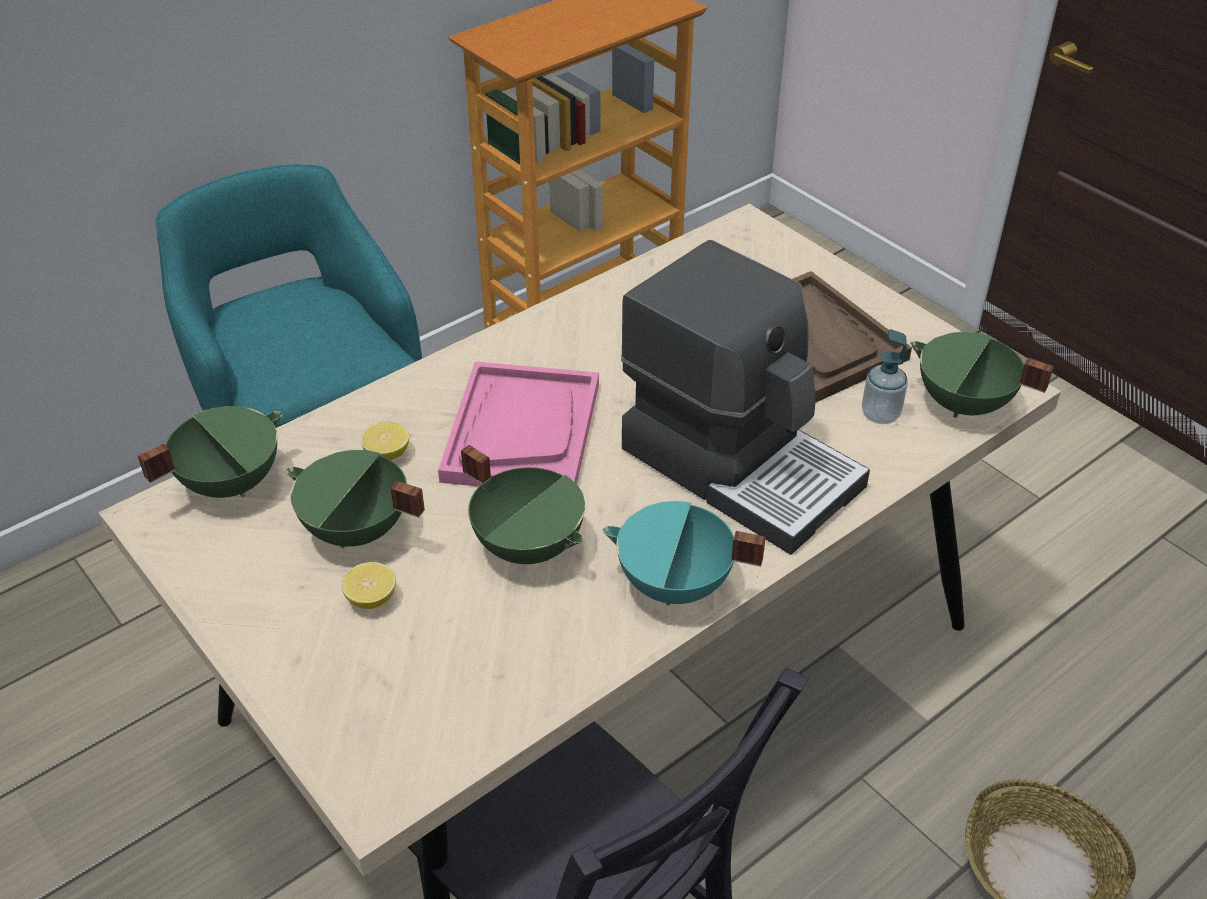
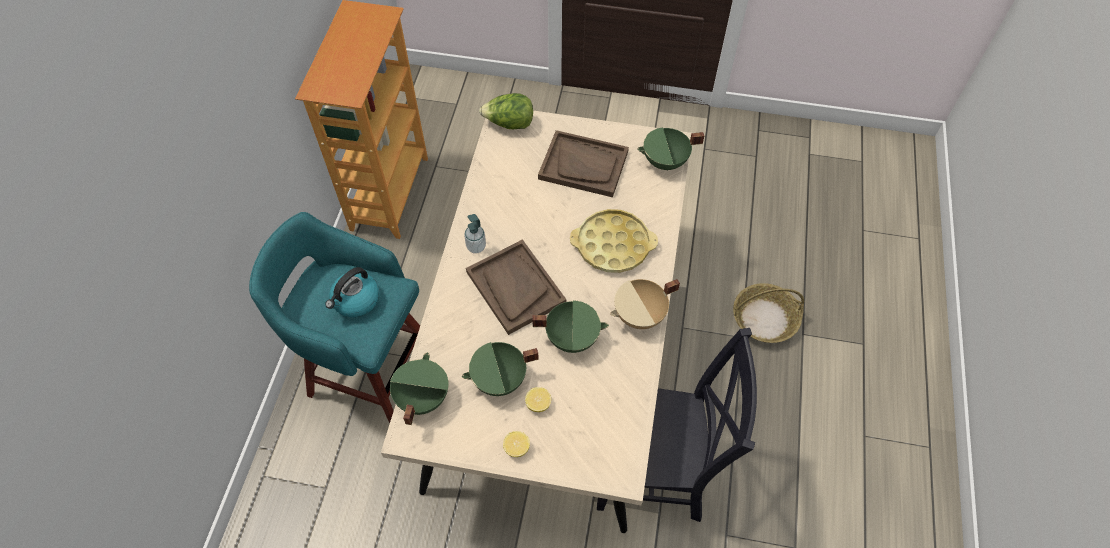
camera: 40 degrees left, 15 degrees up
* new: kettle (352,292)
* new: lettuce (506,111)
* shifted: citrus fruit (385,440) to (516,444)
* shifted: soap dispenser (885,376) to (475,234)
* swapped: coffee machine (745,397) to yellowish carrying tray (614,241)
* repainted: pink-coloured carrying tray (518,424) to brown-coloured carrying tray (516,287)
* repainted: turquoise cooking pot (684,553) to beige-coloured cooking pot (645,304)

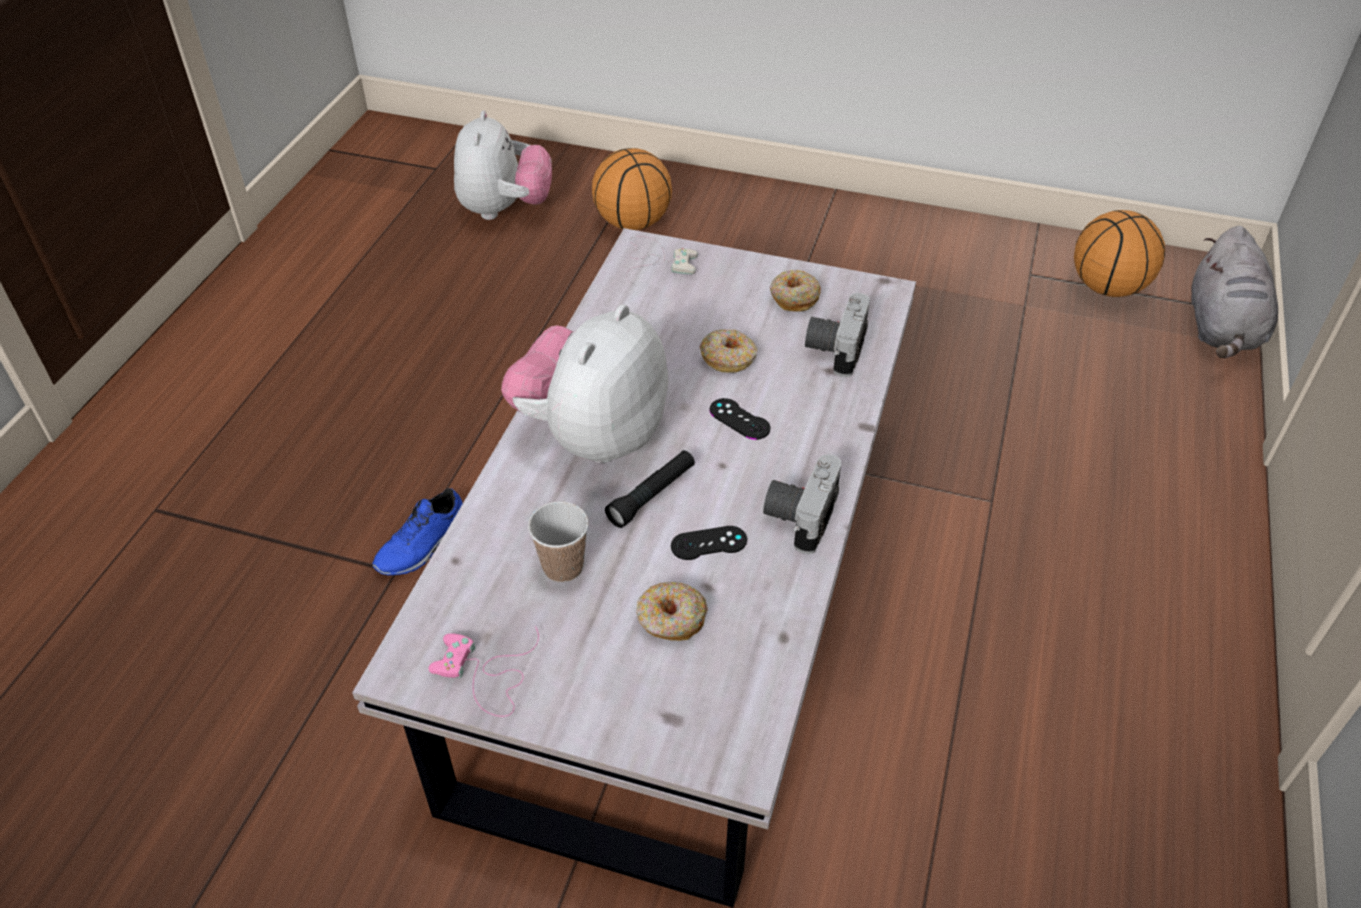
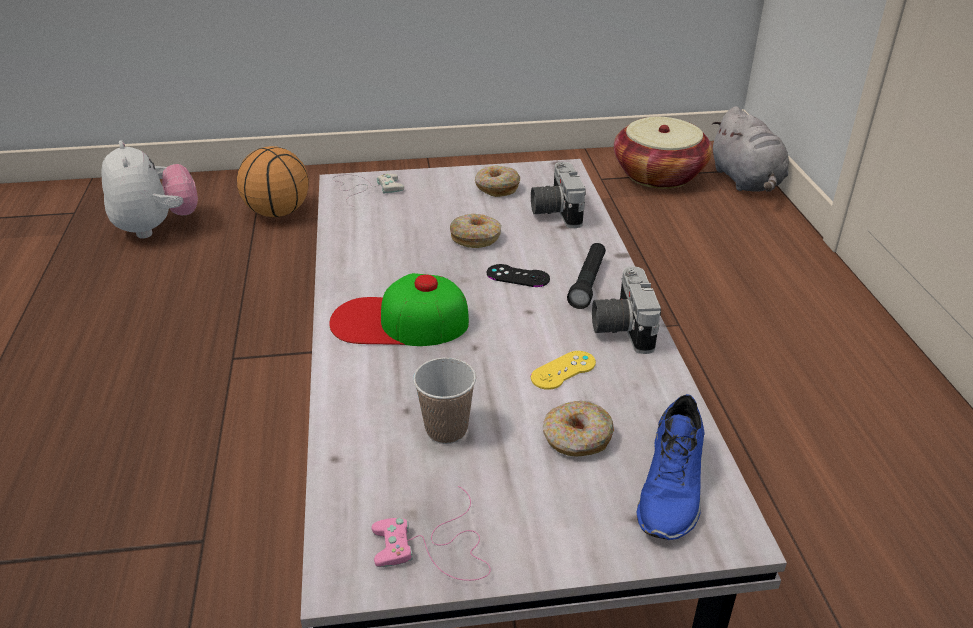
camera: 25 degrees left, 10 degrees down
* shifted: bluish item of footwear (417,531) to (670,467)
* shifted: black flashlight (650,489) to (586,276)
* swapped: cuddly toy (584,383) to baseball cap (399,309)
* swapped: ball for basketball (1119,253) to household basket (663,153)
* repainted: black joypad (709,543) to yellowish joypad (563,370)

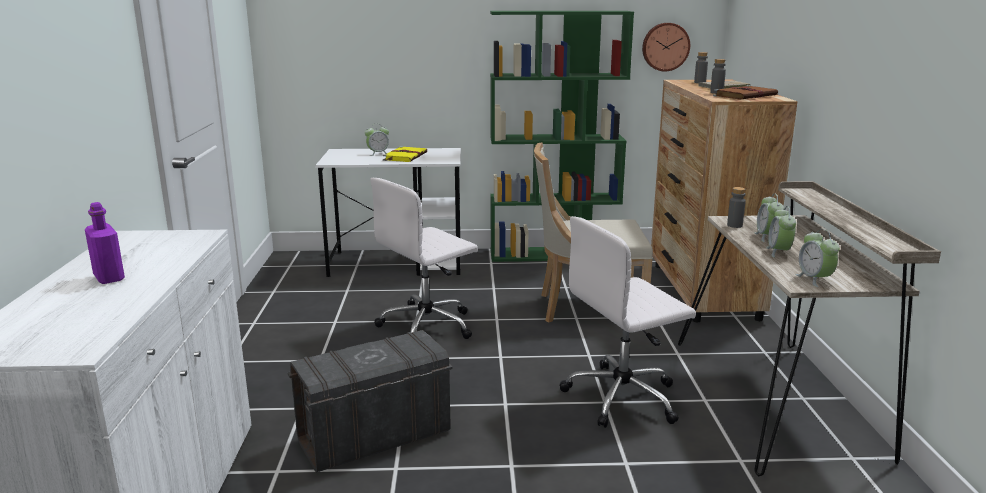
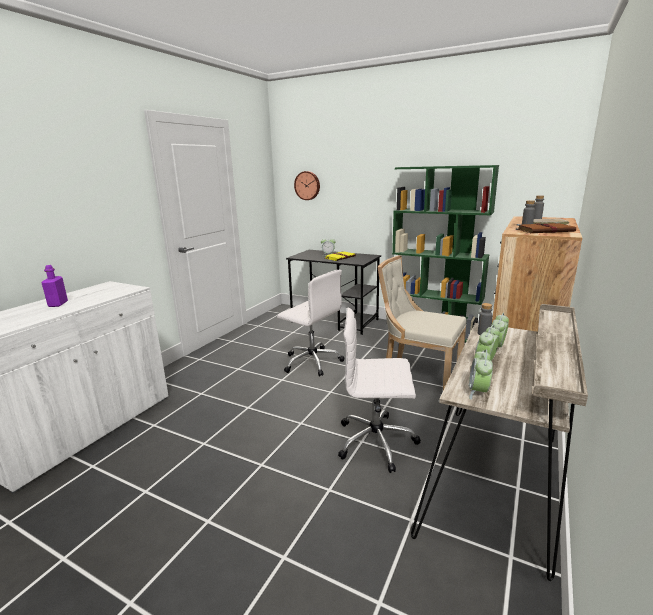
camera: 30 degrees right, 0 degrees up
* gone: gray storage container (370,401)
* shifted: wall clock (666,47) to (307,185)
* repainted: white desk unit (388,212) to black desk unit (333,292)
* rotated: white desk chair (424,258) = (310,323) 135 degrees counterclockwise

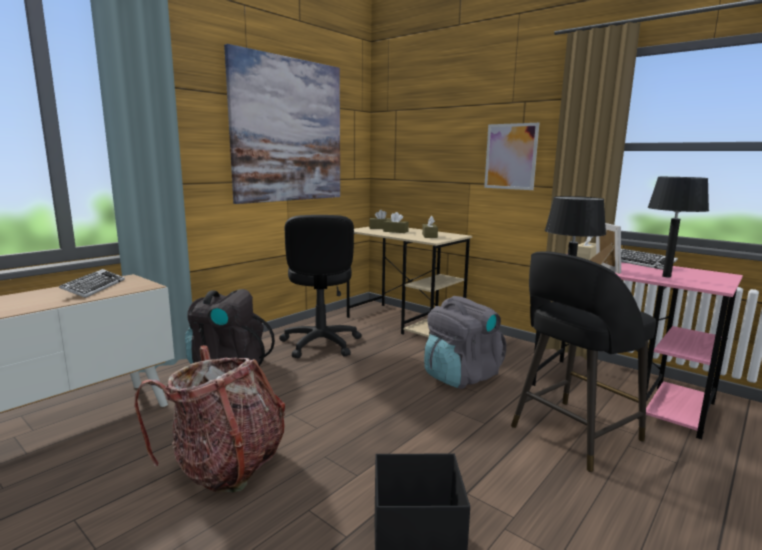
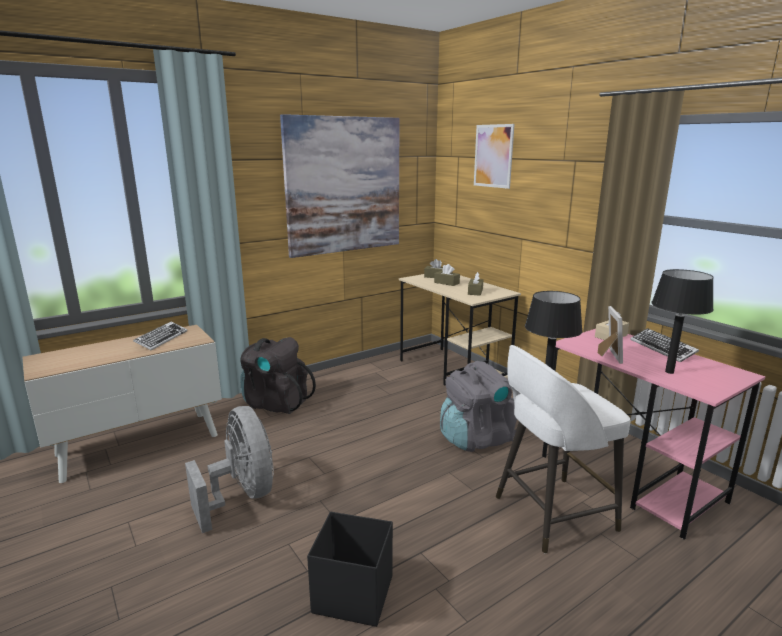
camera: 15 degrees right, 5 degrees up
* gone: black desk chair (320,286)
* shifted: wall art (511,156) to (494,156)
* swapped: rucksack (210,419) to gray electric fan (229,469)
* repainted: black stool (583,361) to white stool (563,449)

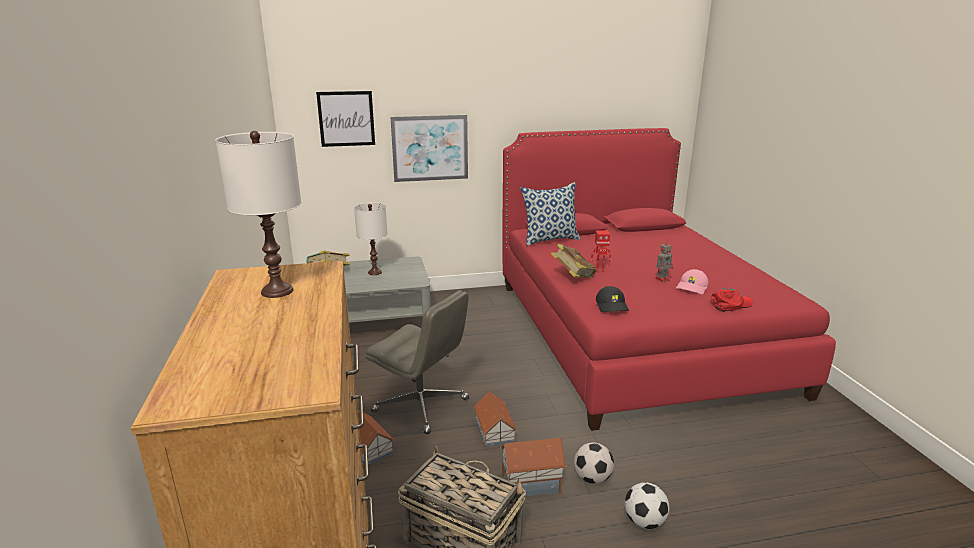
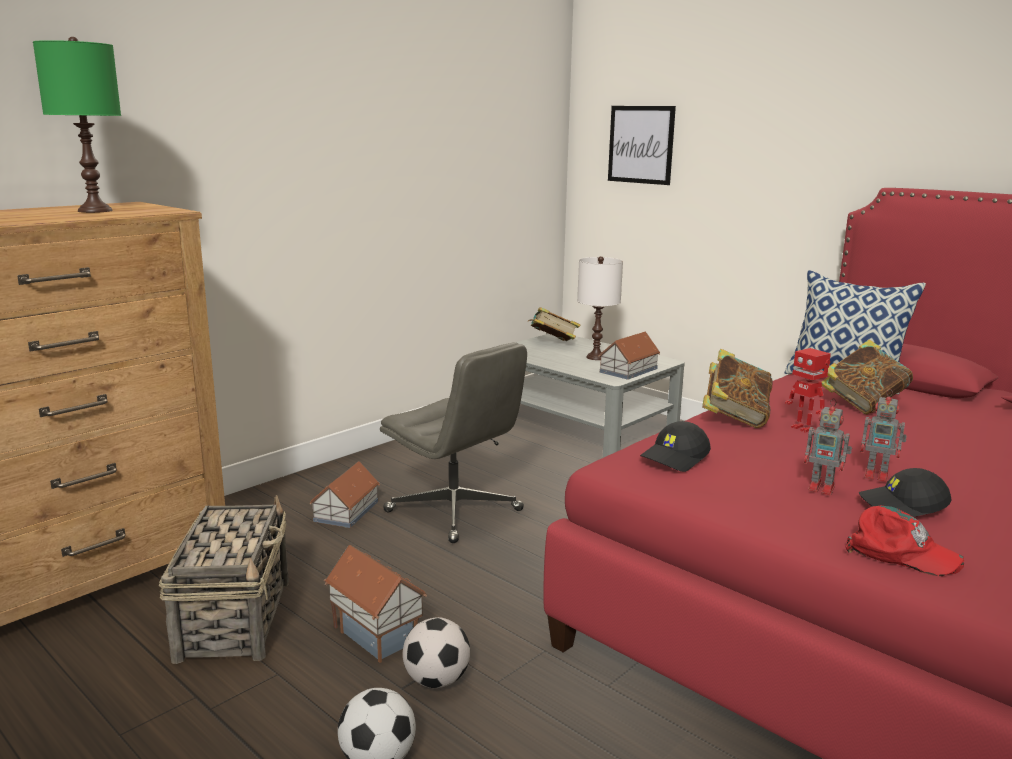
camera: 55 degrees right, 5 degrees down
* gone: wall art (429,148)
* new: model robot (828,446)
* new: volume (867,377)
* shifted: model house (495,419) to (629,356)
* repainted: white table lamp (258,214) to greenish table lamp (77,125)
* repainted: pink-coloured baseball cap (692,281) to black baseball cap (905,492)
* rotated: gray desk chair (417,362) = (453,442) 45 degrees counterclockwise

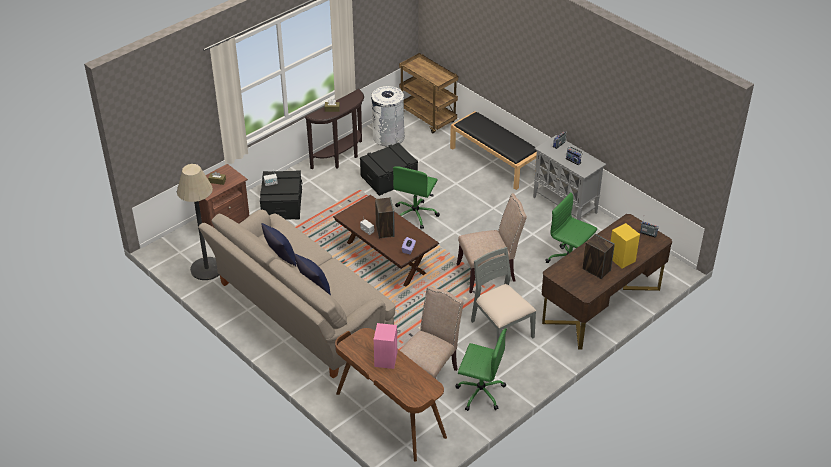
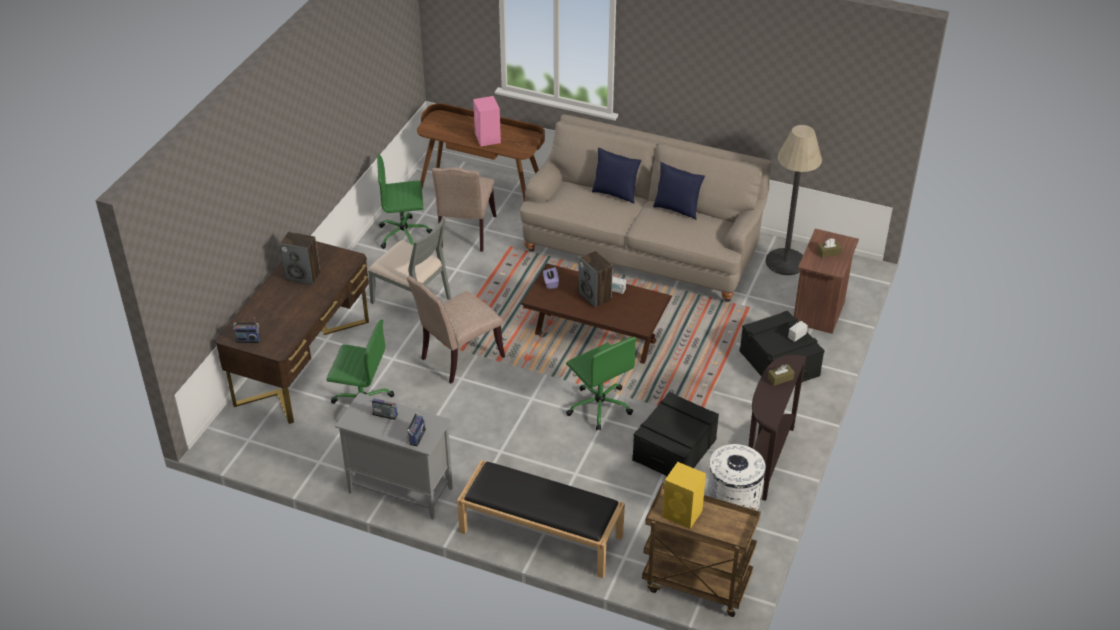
camera: 155 degrees right, 0 degrees up
* shifted: yellowish speaker (625,246) to (684,495)
* rotated: greenish desk chair (416,197) = (601,384) 150 degrees clockwise

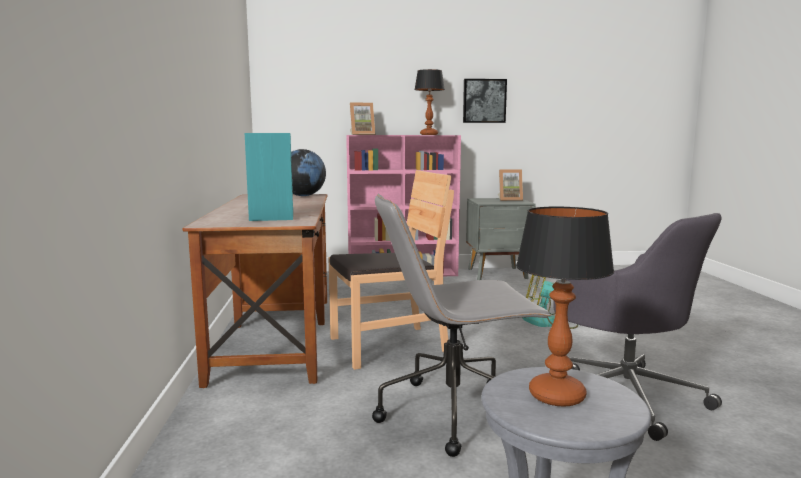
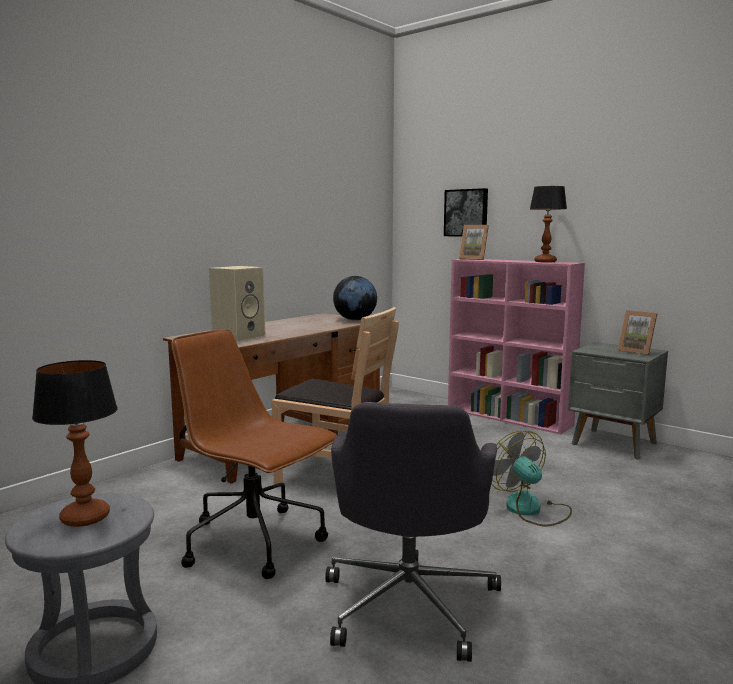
camera: 45 degrees right, 0 degrees up
* shifted: wall art (485,101) to (466,212)
* repainted: turquoise speaker (269,177) to beige-coloured speaker (237,304)
* repainted: gray desk chair (462,325) to brown-coloured desk chair (254,454)

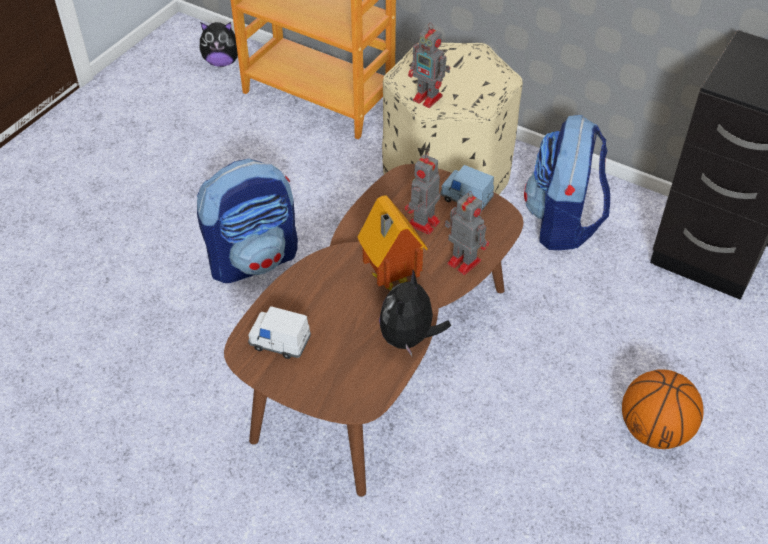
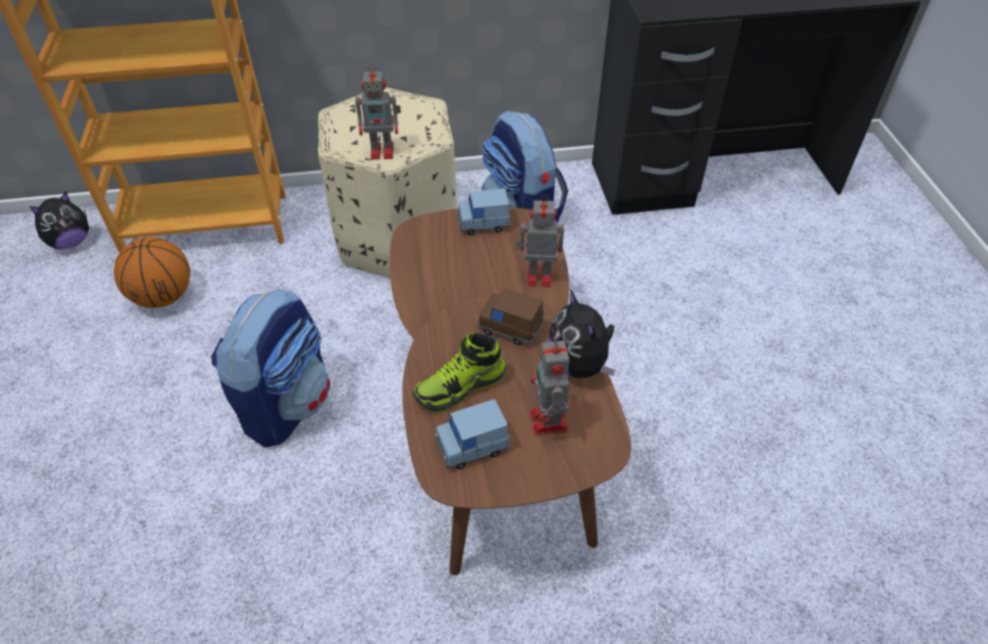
camera: 40 degrees left, 0 degrees up
* new: item of footwear (459,373)
* shifted: model robot (423,193) to (549,387)
* shifted: ball for basketball (663,409) to (152,272)
* swapped: model house (393,243) to brown-coloured miniature car (511,316)
* repainted: white miniature car (279,332) to bluish miniature car (472,434)

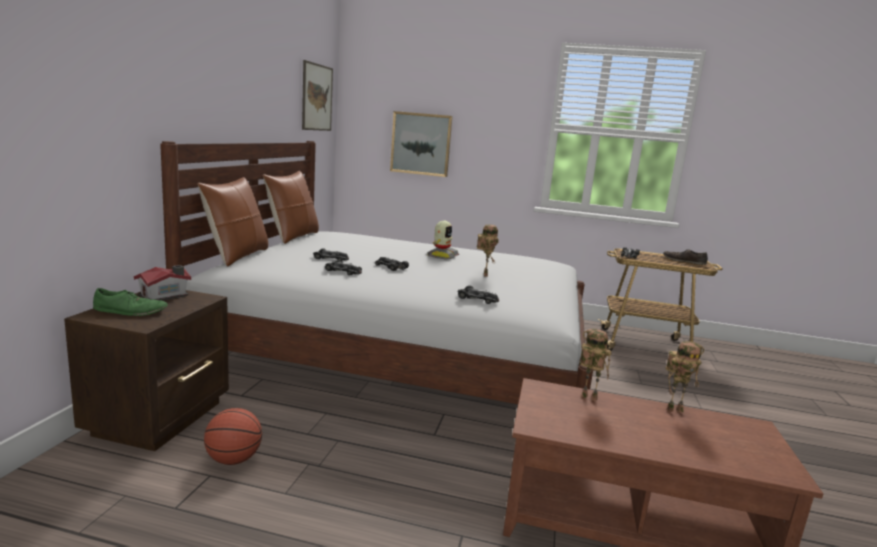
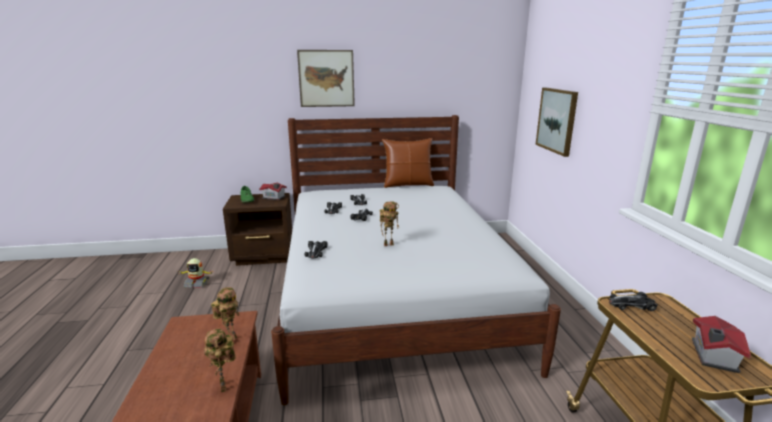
camera: 70 degrees right, 5 degrees up
* gone: brown-coloured cushion (233,222)
* gone: ball for basketball (233,436)
* shifted: wall art (317,95) to (326,78)
* shifted: model robot (443,240) to (196,273)
* swapped: brown-coloured item of footwear (685,257) to model house (721,344)

